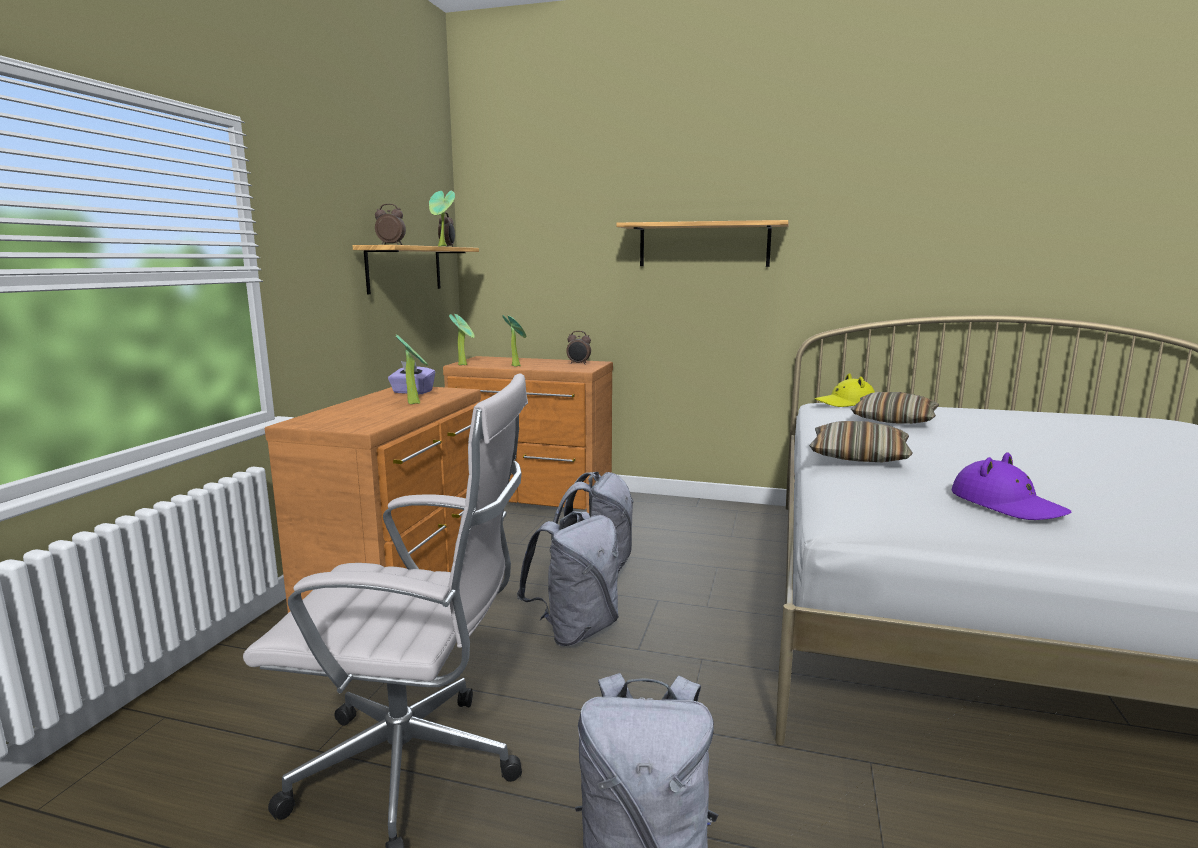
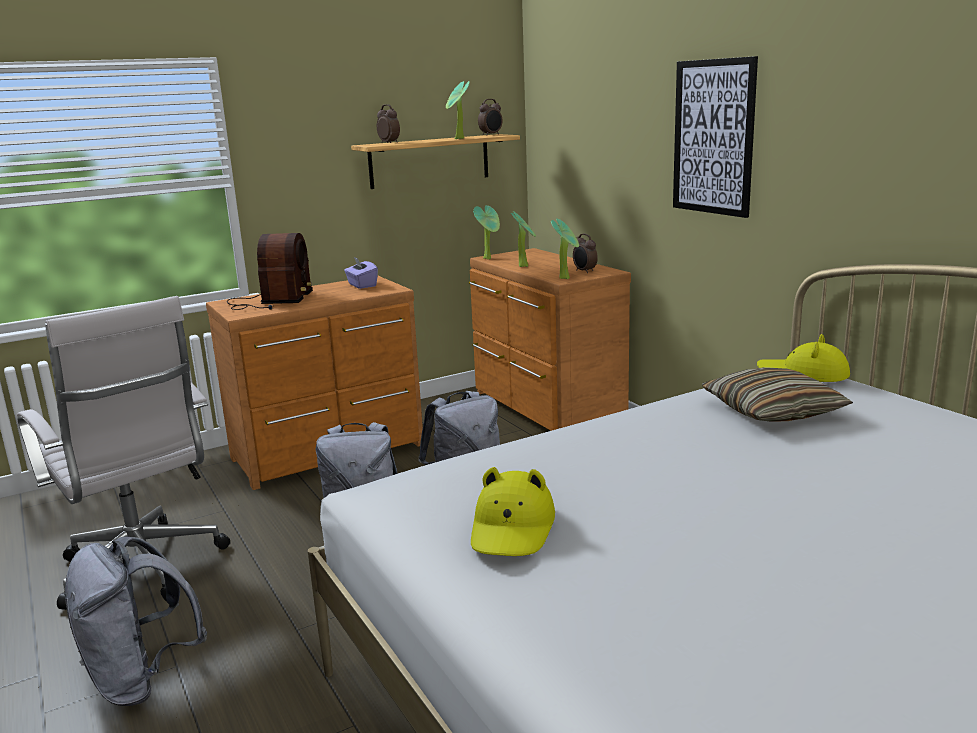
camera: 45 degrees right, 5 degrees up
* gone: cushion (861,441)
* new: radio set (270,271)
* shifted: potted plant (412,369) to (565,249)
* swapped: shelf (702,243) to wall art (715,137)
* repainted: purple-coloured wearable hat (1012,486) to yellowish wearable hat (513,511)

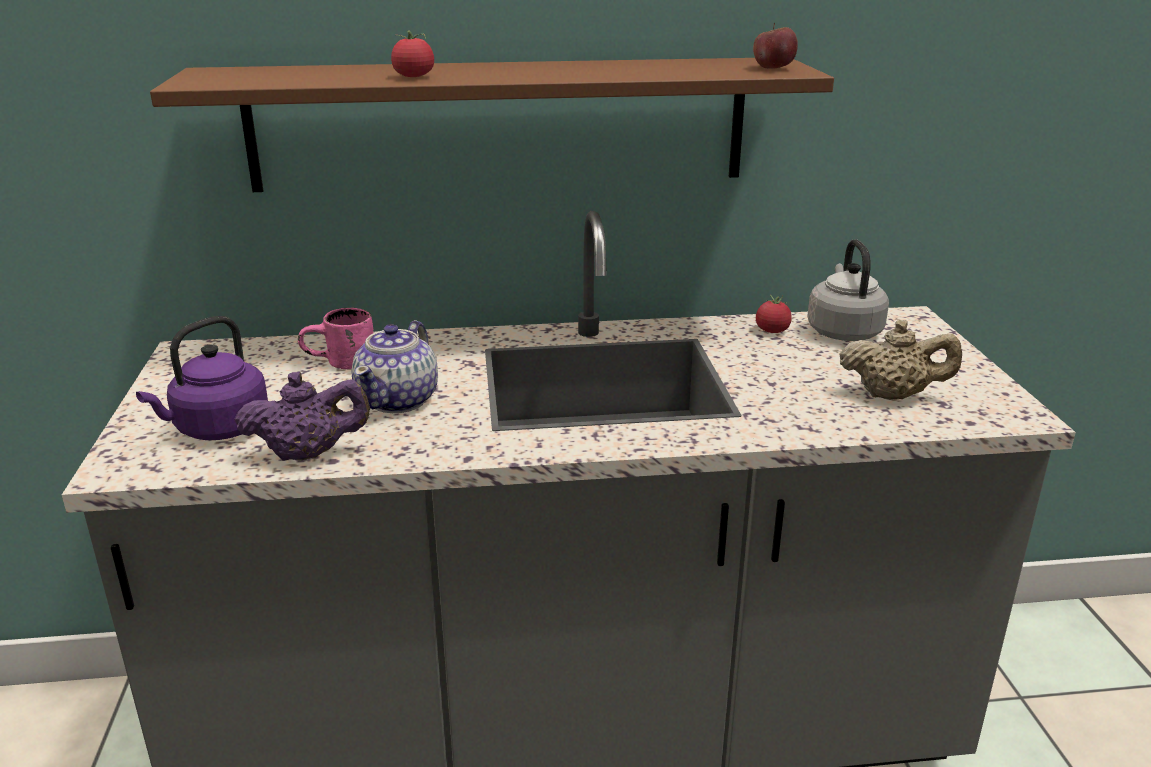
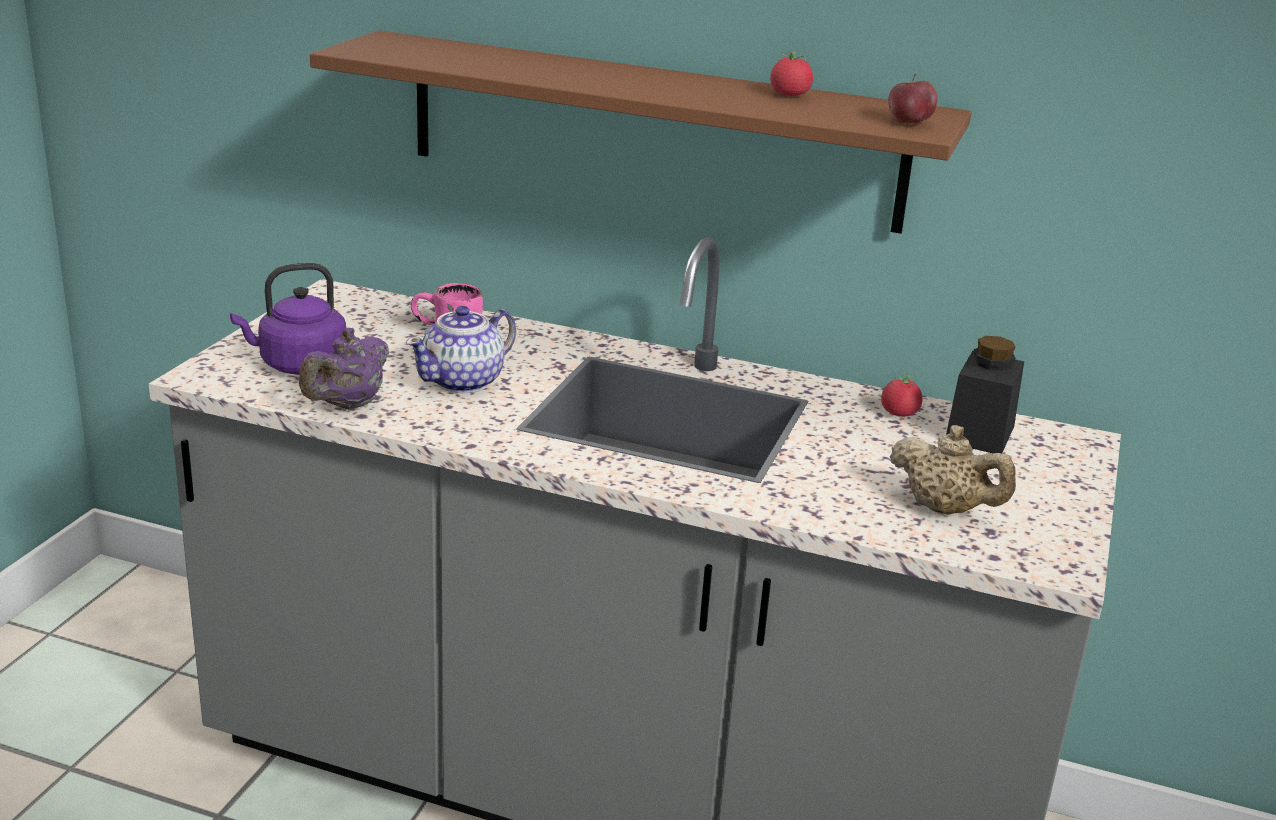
camera: 25 degrees right, 0 degrees up
* shifted: whole tomato (412,53) to (791,73)
* swapped: gray kettle (848,290) to black preserve jar (985,394)
* rotated: purple-coloured pot for tea (302,416) = (344,368) 105 degrees clockwise

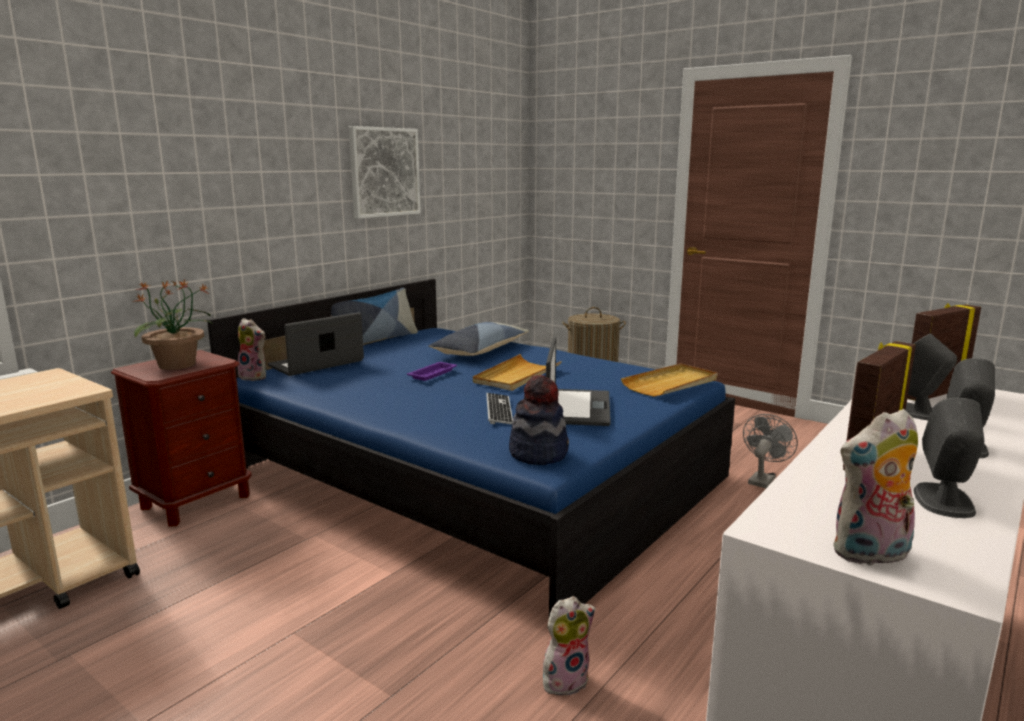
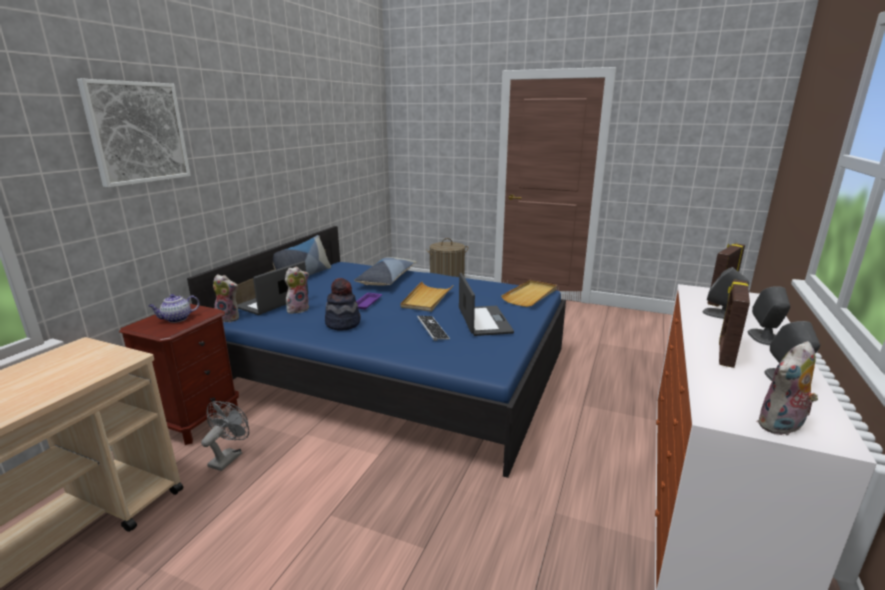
camera: 15 degrees left, 5 degrees up
* shifted: wall art (385,172) to (134,133)
* shifted: wearable hat (539,420) to (343,304)
* shifted: cuddly toy (569,646) to (297,290)
* shifted: gray electric fan (770,451) to (225,436)
* swapped: potted plant (173,325) to pot for tea (173,308)

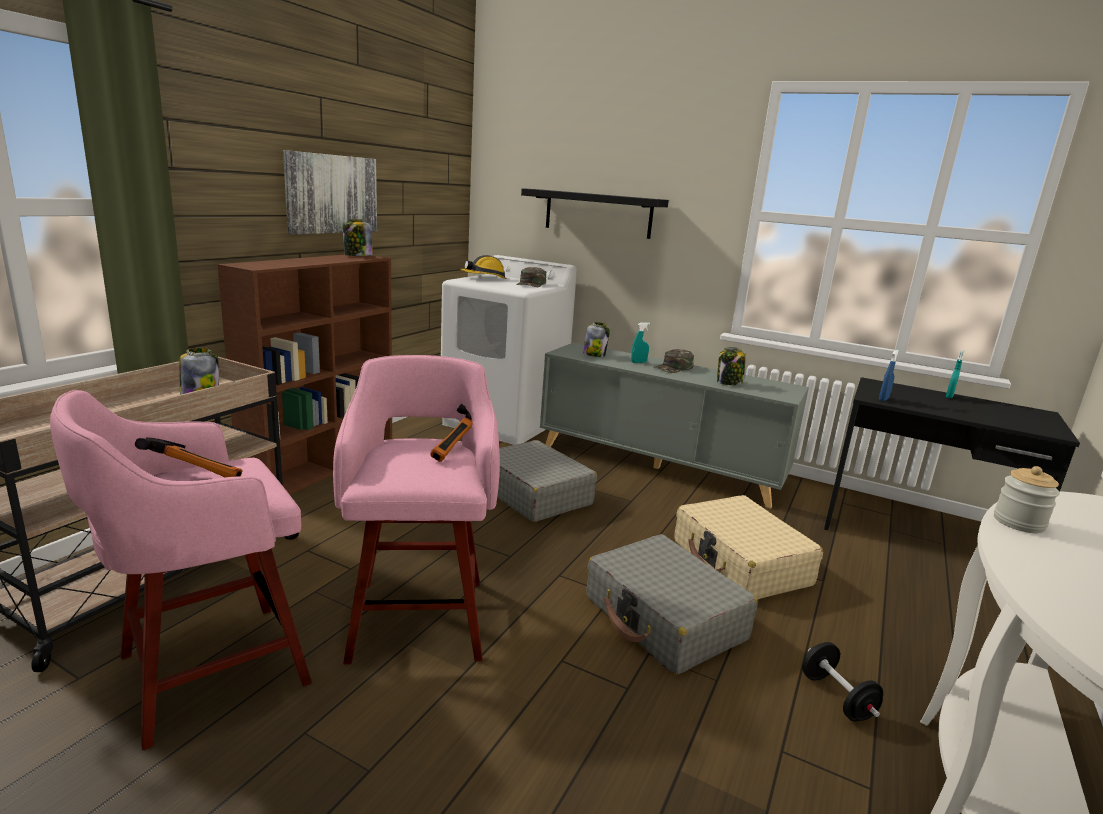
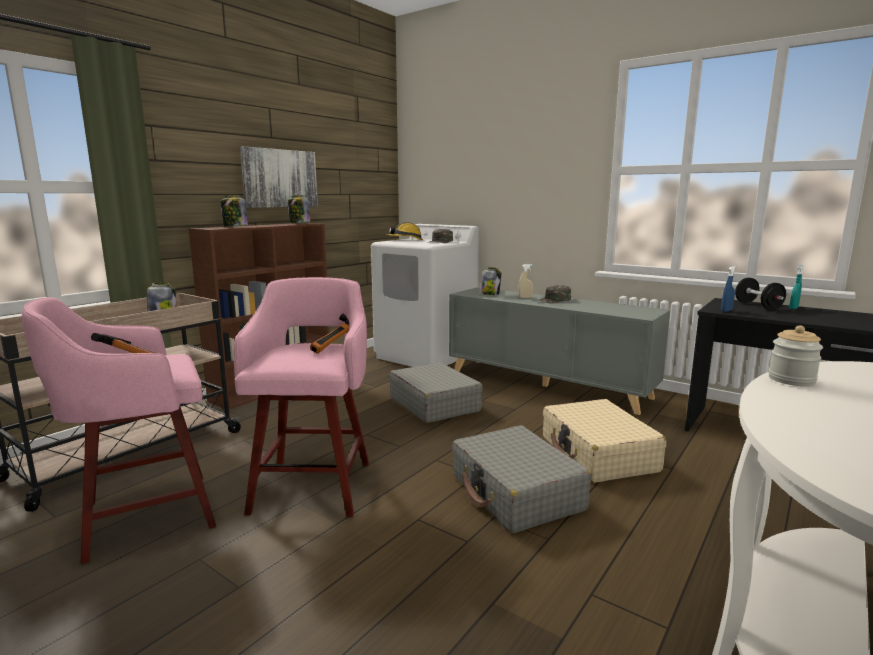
camera: 10 degrees right, 5 degrees down
* gone: black shelf (595,213)
* shifted: preserve jar (731,366) to (234,211)
* shifted: black hand weight (843,682) to (760,294)
* repainted: turquoise hand sprayer (640,342) to beige-coloured hand sprayer (525,281)

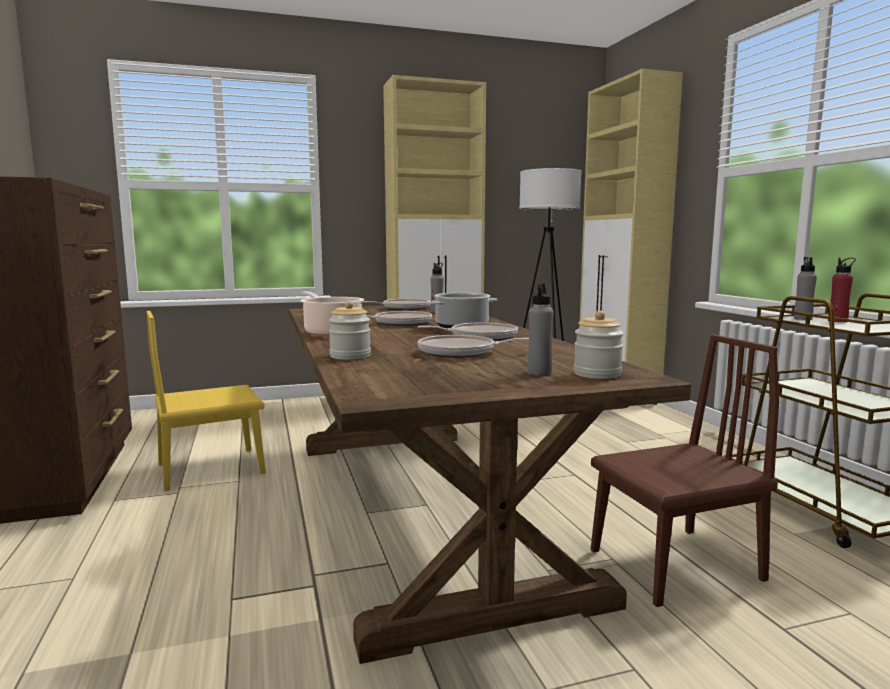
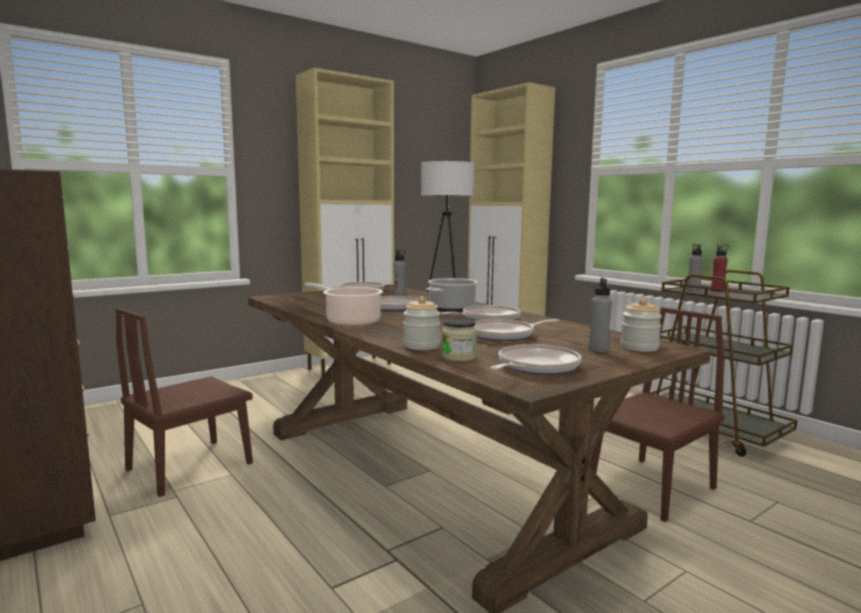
camera: 20 degrees left, 0 degrees up
* new: preserve jar (459,339)
* new: frying pan (536,359)
* repainted: yellowish plain chair (206,401) to brown-coloured plain chair (184,402)

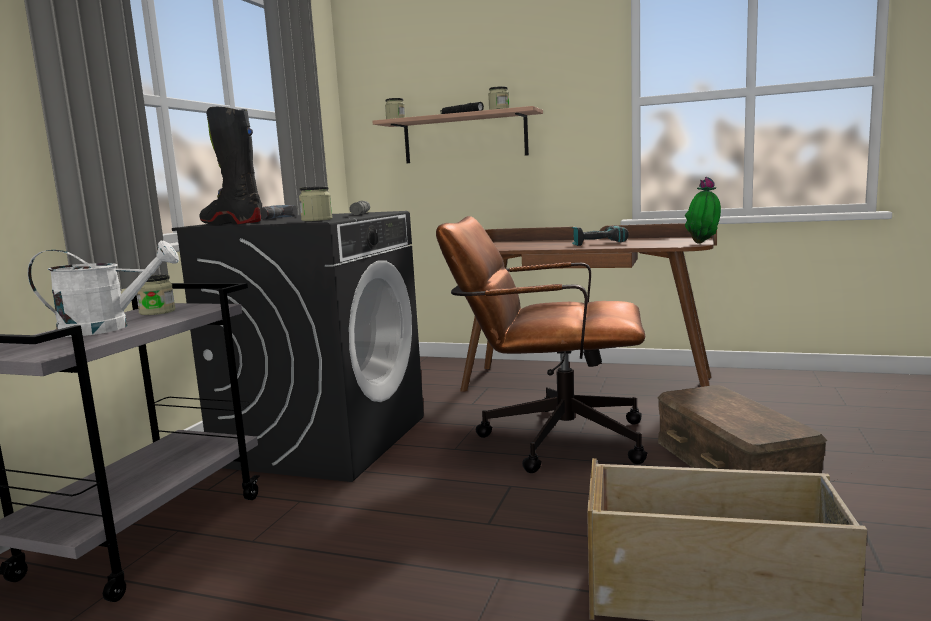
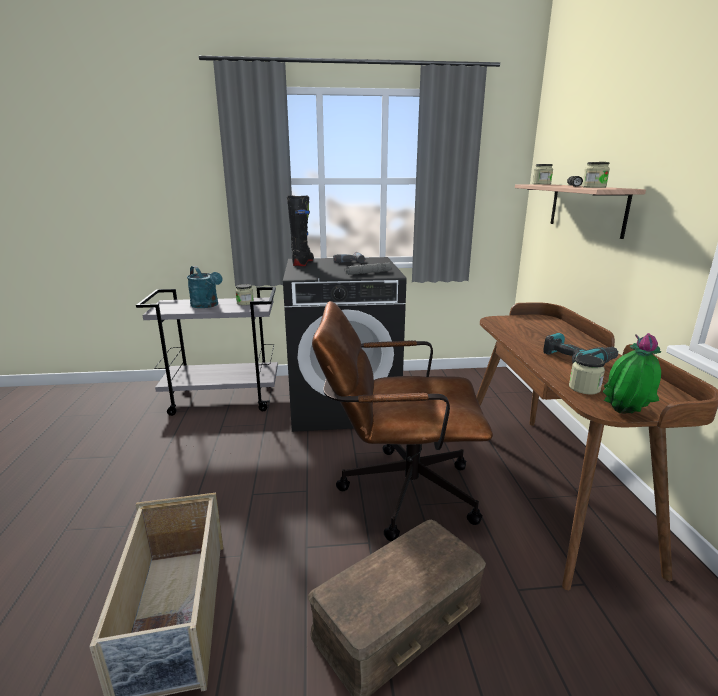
camera: 65 degrees right, 10 degrees up
* shifted: preserve jar (316,203) to (587,374)
* repainted: white watering can (103,288) to turquoise watering can (205,287)
* rotated: brown-coloured desk chair (542,344) = (402,421) 75 degrees counterclockwise

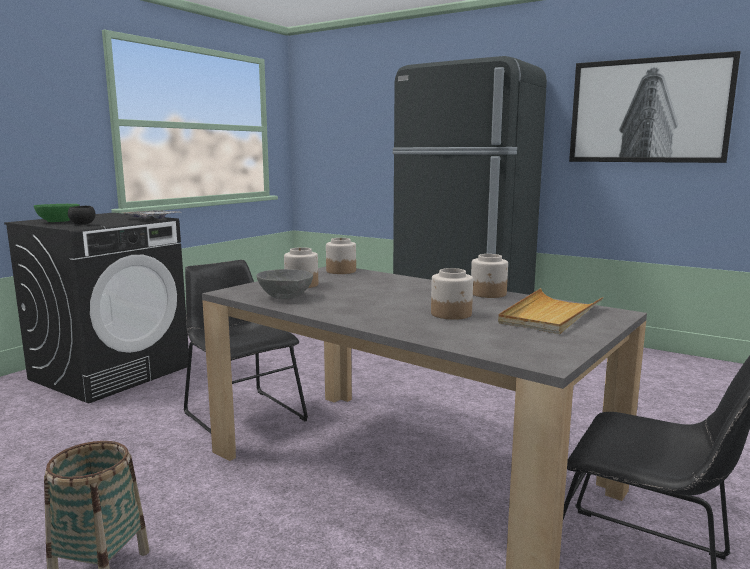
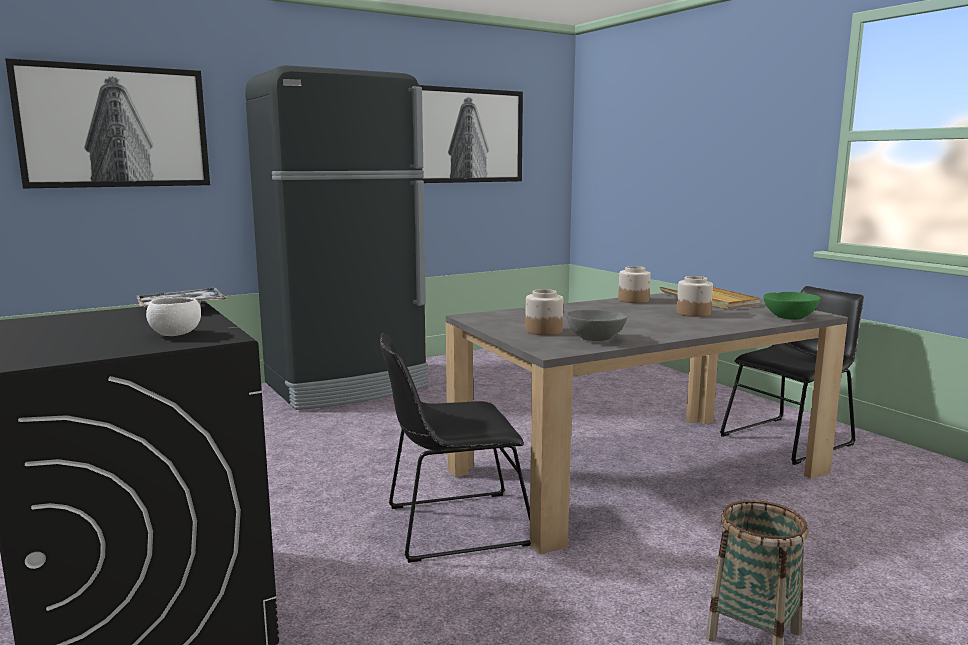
camera: 65 degrees left, 0 degrees up
* gone: preserve jar (341,256)
* new: wall art (107,123)
* shifted: greenish deep dish (57,213) to (791,306)
* repainted: black deep dish (82,215) to white deep dish (173,316)

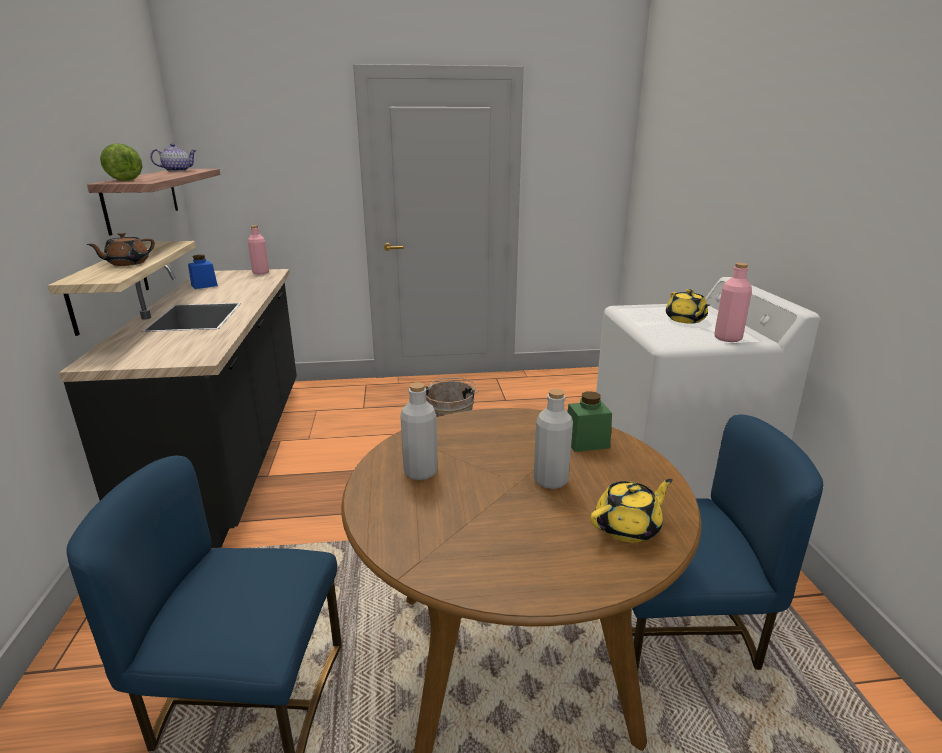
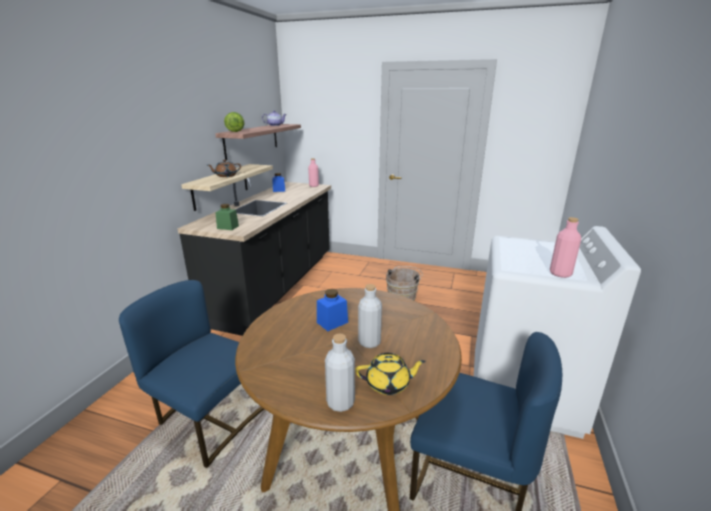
camera: 25 degrees right, 0 degrees up
* gone: yellowish pot for tea (688,306)
* new: bluish preserve jar (332,310)
* shifted: gray beverage bottle (419,431) to (340,372)
* shifted: greenish preserve jar (590,421) to (227,217)

